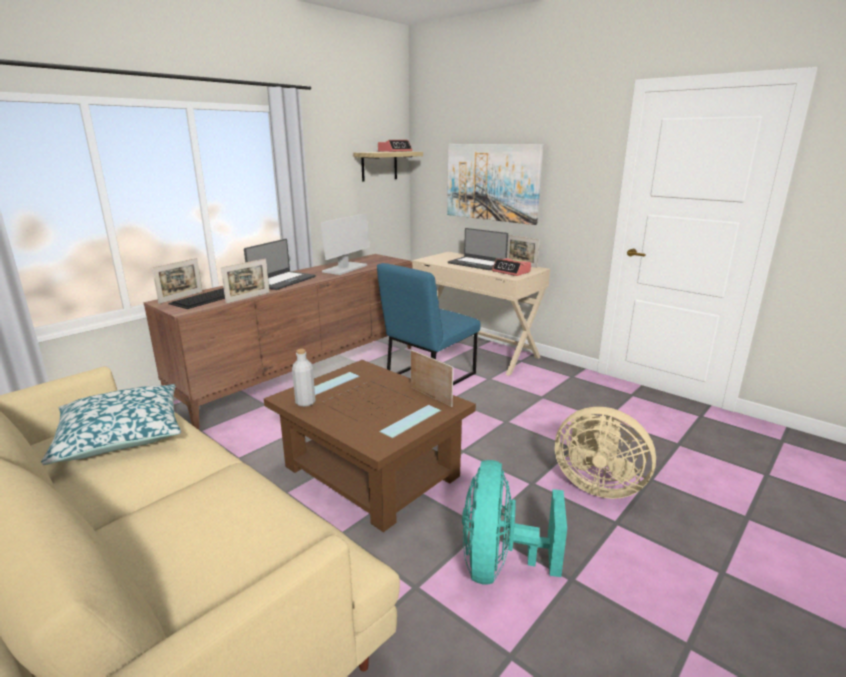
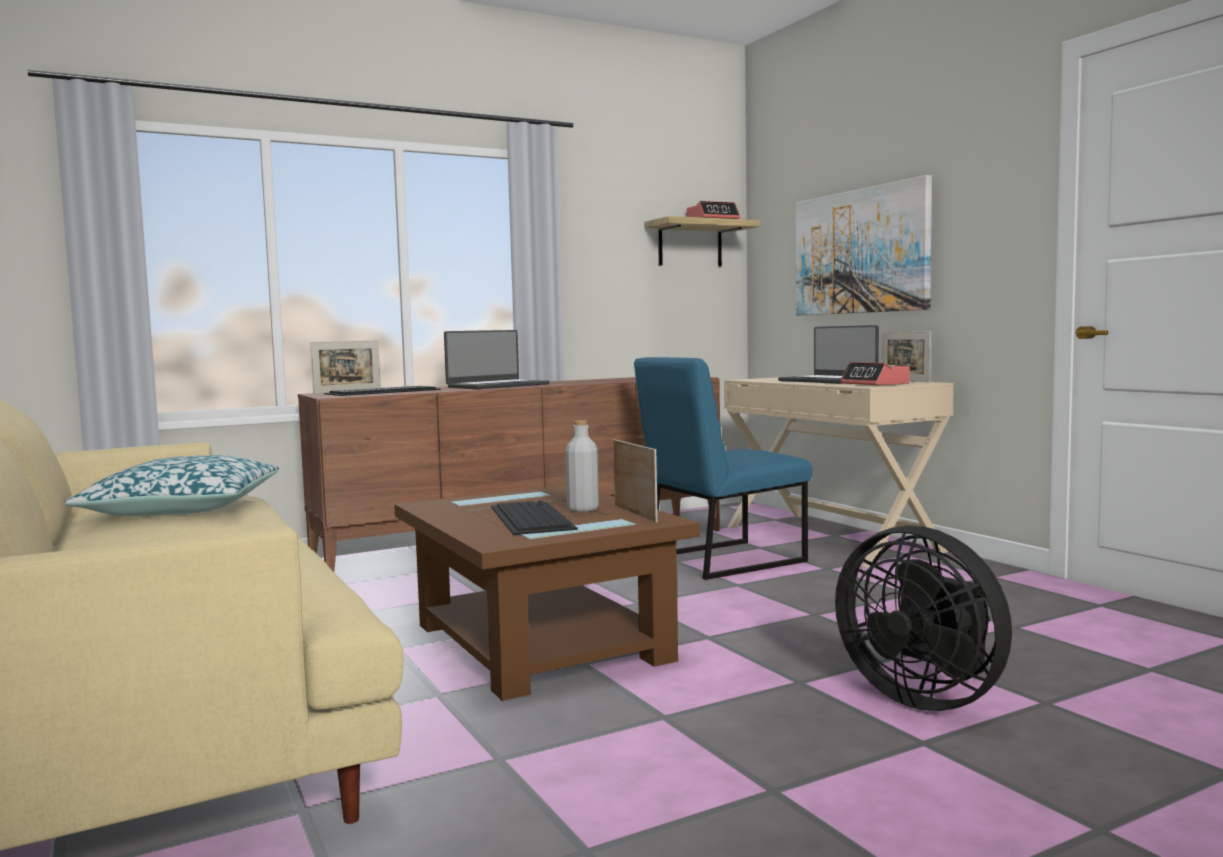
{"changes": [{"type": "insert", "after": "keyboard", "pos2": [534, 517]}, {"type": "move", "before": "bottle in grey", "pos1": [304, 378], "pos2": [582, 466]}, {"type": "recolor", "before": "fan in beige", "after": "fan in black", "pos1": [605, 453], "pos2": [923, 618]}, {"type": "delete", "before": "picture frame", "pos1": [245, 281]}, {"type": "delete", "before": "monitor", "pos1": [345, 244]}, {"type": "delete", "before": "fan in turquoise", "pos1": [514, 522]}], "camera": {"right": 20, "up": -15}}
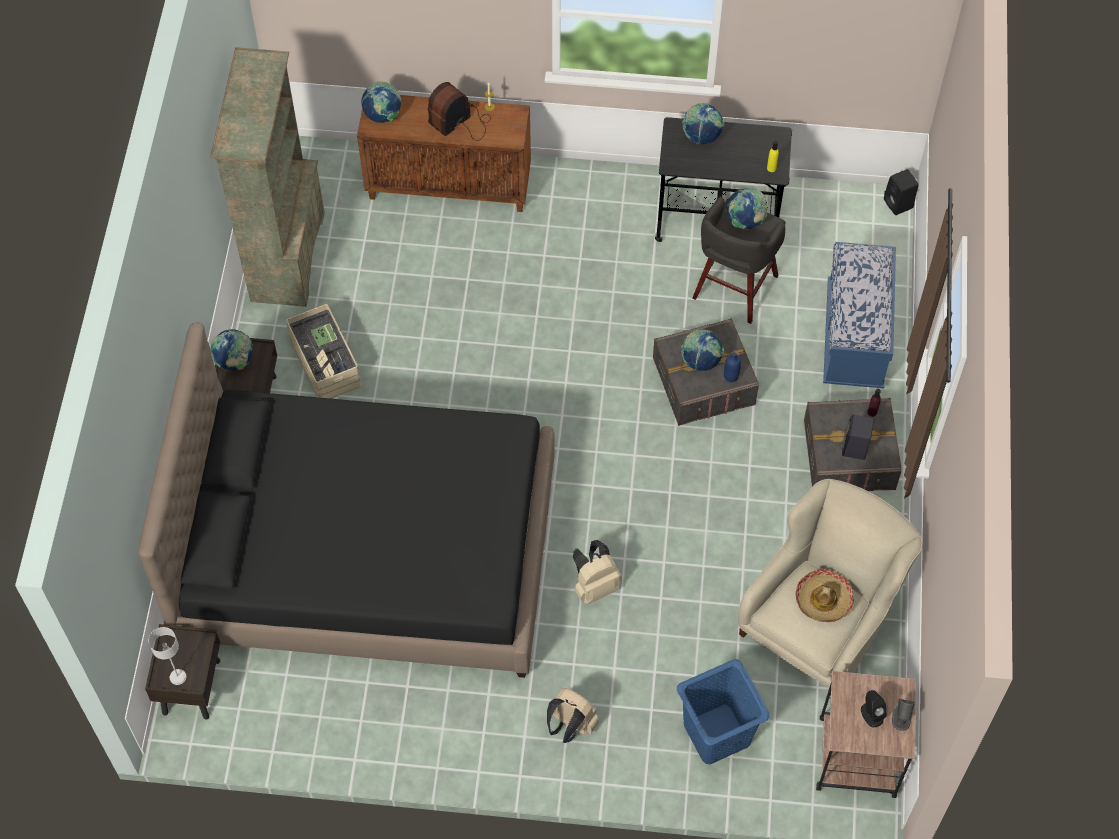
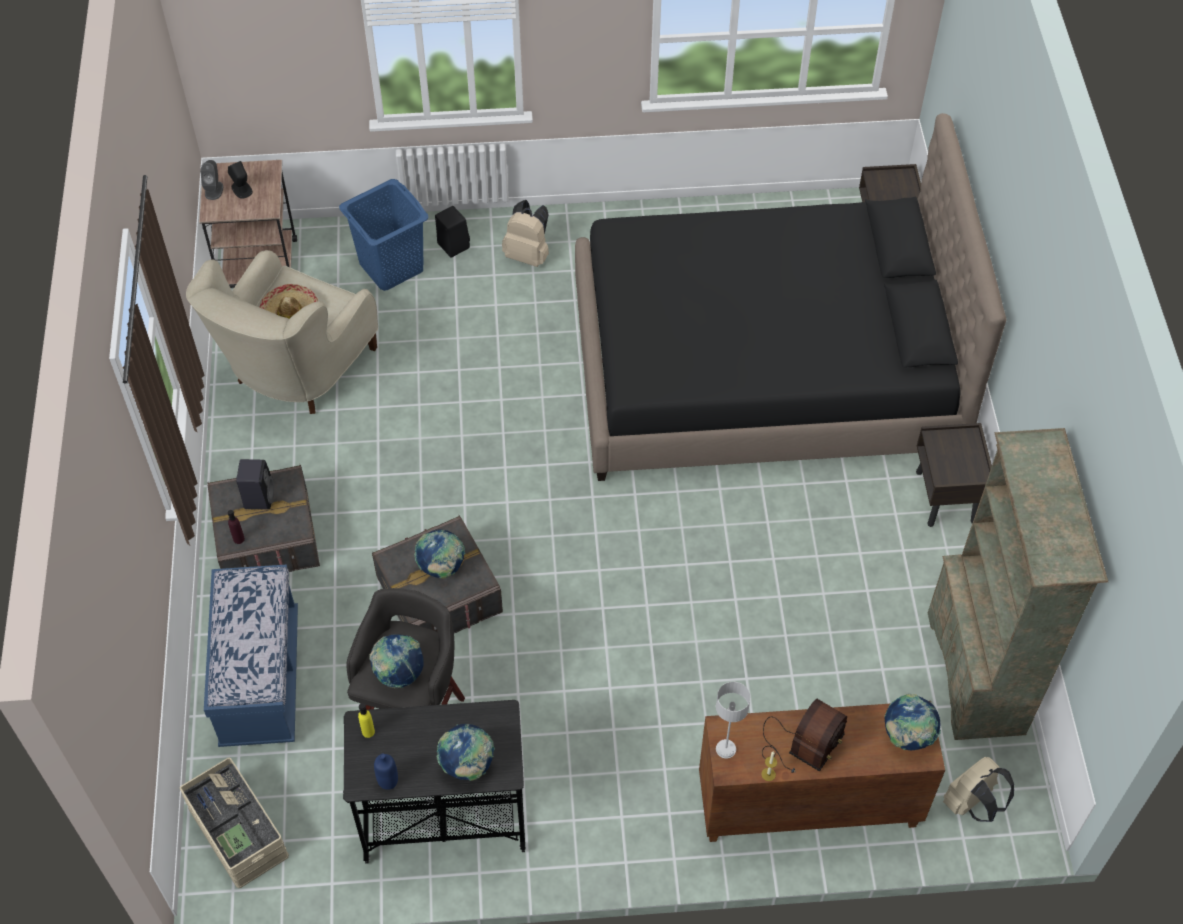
{"changes": [{"type": "move", "before": "storage box in beige", "pos1": [323, 351], "pos2": [234, 823]}, {"type": "move", "before": "bottle in blue", "pos1": [732, 367], "pos2": [386, 771]}, {"type": "move", "before": "speaker in black", "pos1": [901, 192], "pos2": [452, 231]}, {"type": "move", "before": "table lamp in grey", "pos1": [167, 656], "pos2": [733, 720]}, {"type": "move", "before": "backpack in beige", "pos1": [597, 572], "pos2": [978, 789]}, {"type": "delete", "before": "globe", "pos1": [231, 349]}], "camera": {"right": 170, "up": -5}}
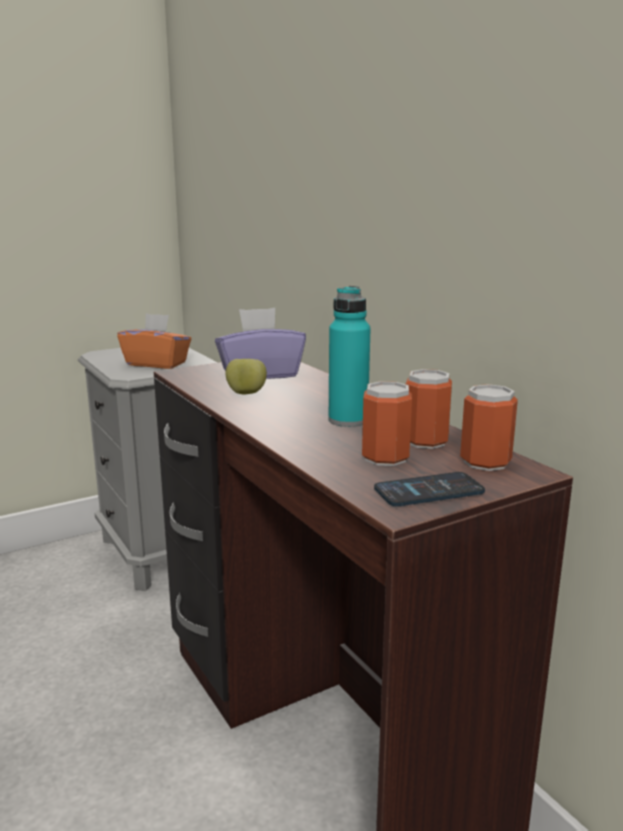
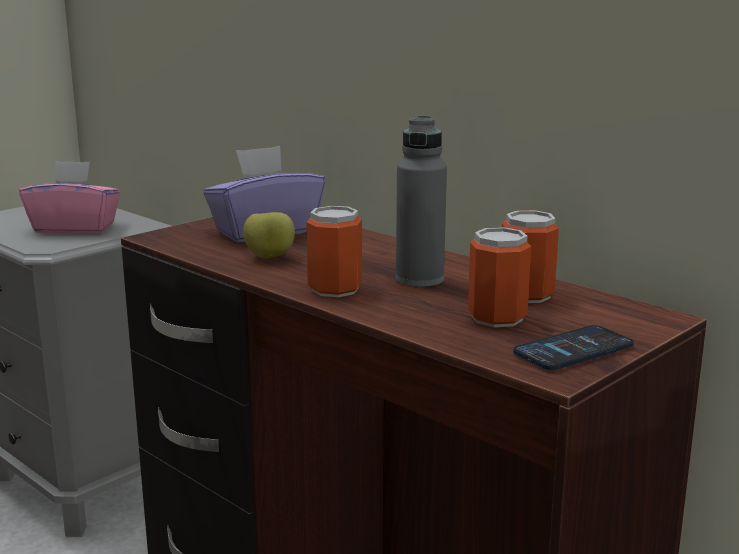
{"changes": [{"type": "recolor", "before": "tissue box in orange", "after": "tissue box in pink", "pos1": [154, 341], "pos2": [70, 197]}, {"type": "move", "before": "can", "pos1": [489, 427], "pos2": [334, 251]}, {"type": "recolor", "before": "bottle in turquoise", "after": "bottle in grey", "pos1": [349, 356], "pos2": [421, 201]}], "camera": {"right": -15, "up": 0}}
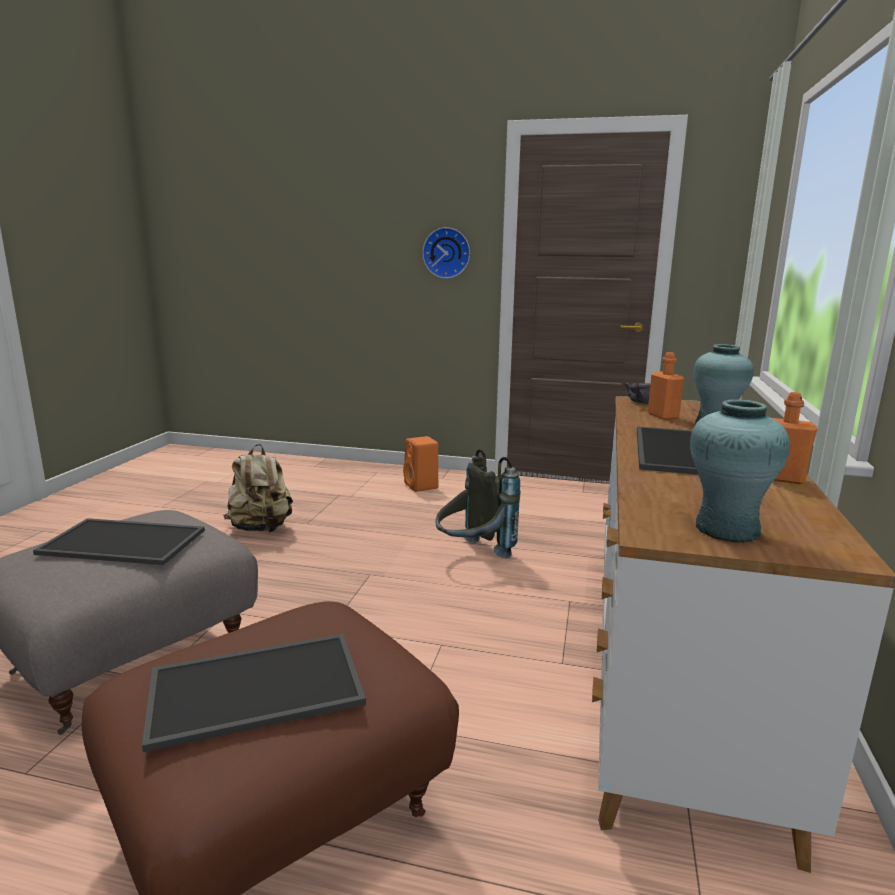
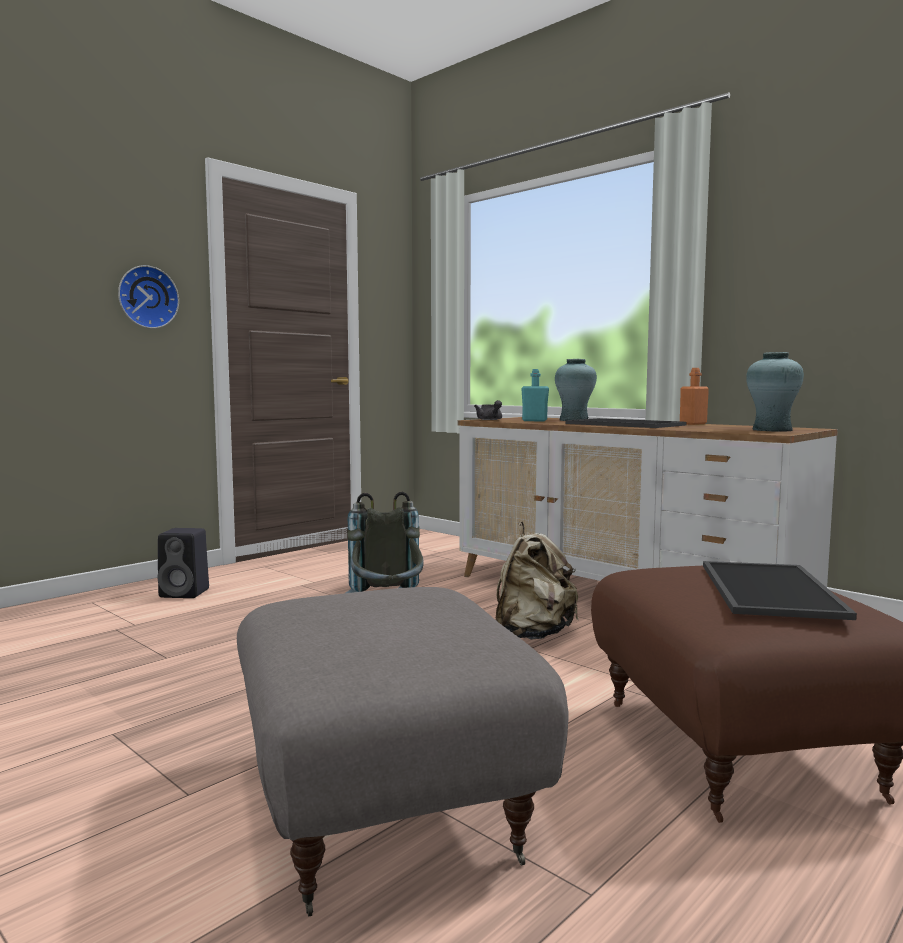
{"changes": [{"type": "recolor", "before": "speaker in orange", "after": "speaker in black", "pos1": [420, 464], "pos2": [183, 563]}, {"type": "move", "before": "backpack in beige", "pos1": [258, 488], "pos2": [537, 580]}, {"type": "recolor", "before": "bottle in orange", "after": "bottle in turquoise", "pos1": [666, 386], "pos2": [535, 395]}, {"type": "delete", "before": "tray", "pos1": [119, 541]}], "camera": {"right": -60, "up": -10}}
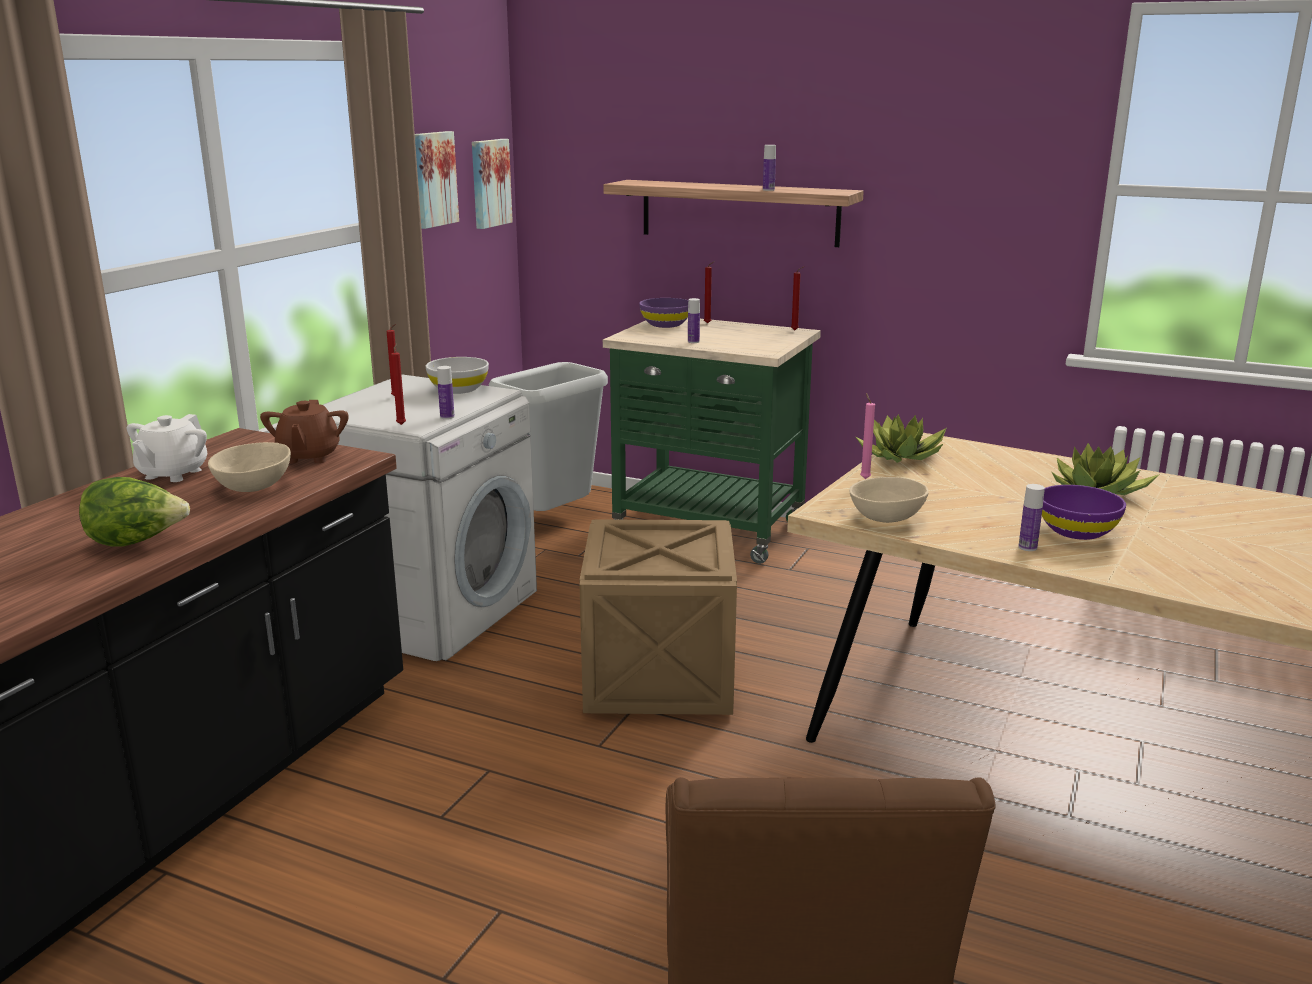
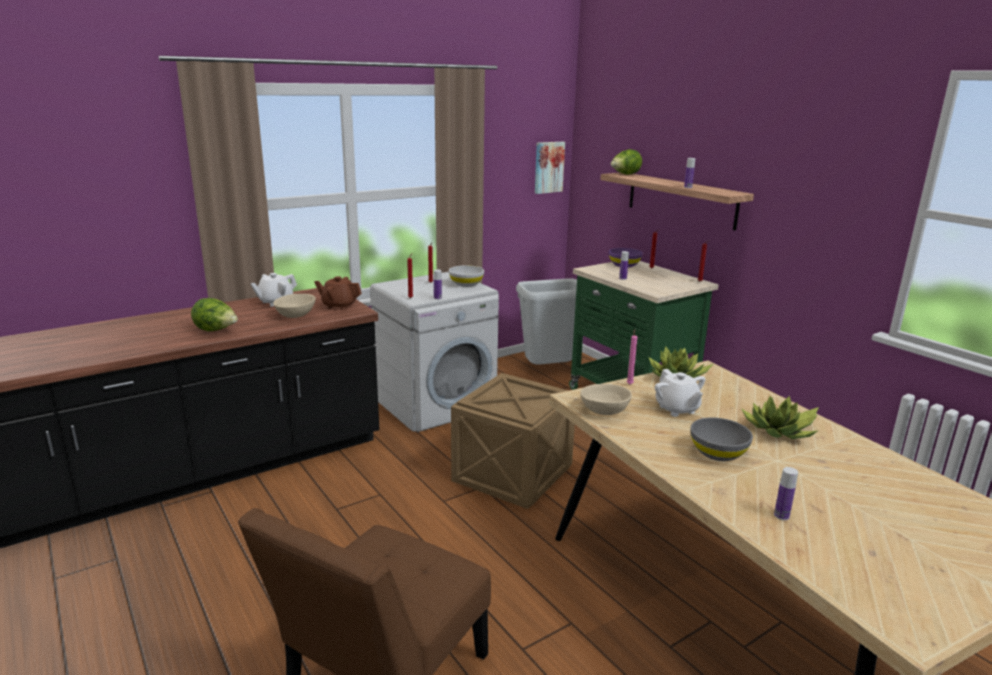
{"changes": [{"type": "rotate", "before": "teapot in brown", "pos1": [304, 432], "pos2": [338, 293], "turn": 75}, {"type": "insert", "after": "lettuce", "pos2": [626, 162]}, {"type": "insert", "after": "teapot in white", "pos2": [680, 393]}, {"type": "recolor", "before": "bowl in purple", "after": "bowl in grey", "pos1": [1084, 512], "pos2": [722, 439]}, {"type": "move", "before": "bottle", "pos1": [1031, 517], "pos2": [786, 493]}, {"type": "delete", "before": "picture", "pos1": [437, 180]}], "camera": {"right": 30, "up": 0}}
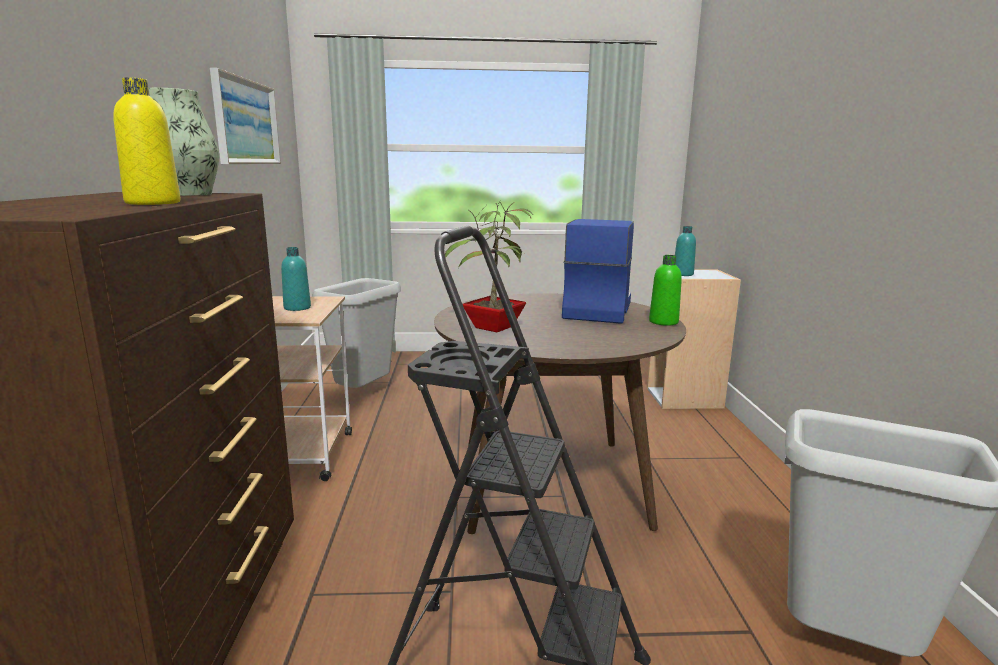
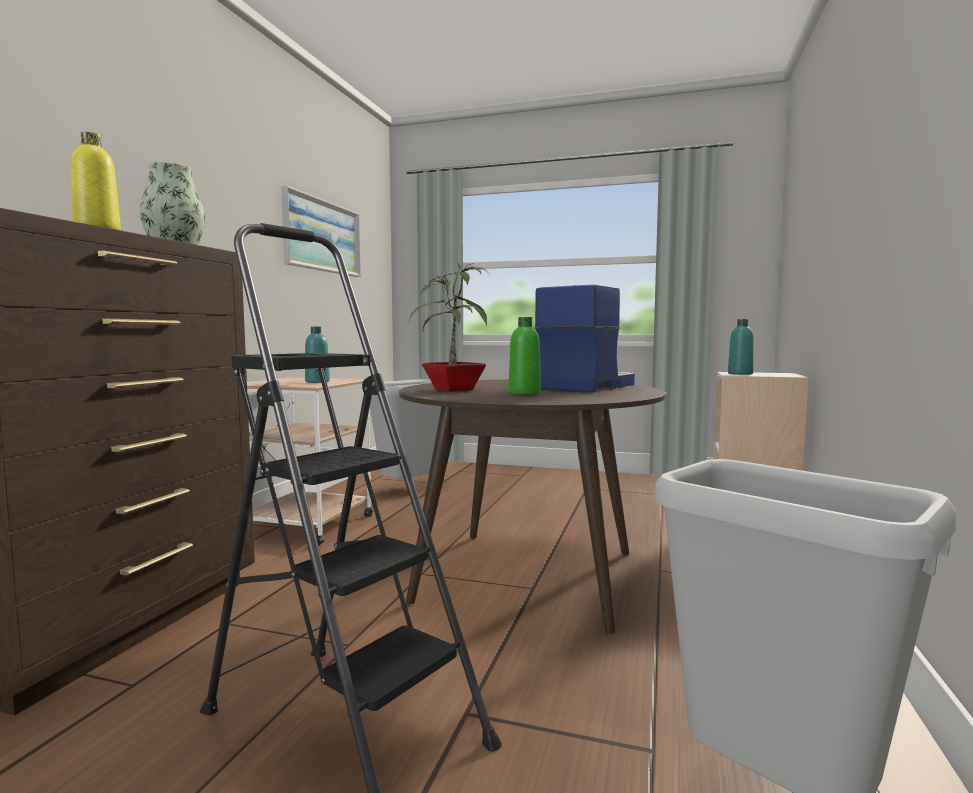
{"changes": [{"type": "move", "before": "bottle in green", "pos1": [665, 290], "pos2": [525, 355]}], "camera": {"right": 20, "up": -10}}
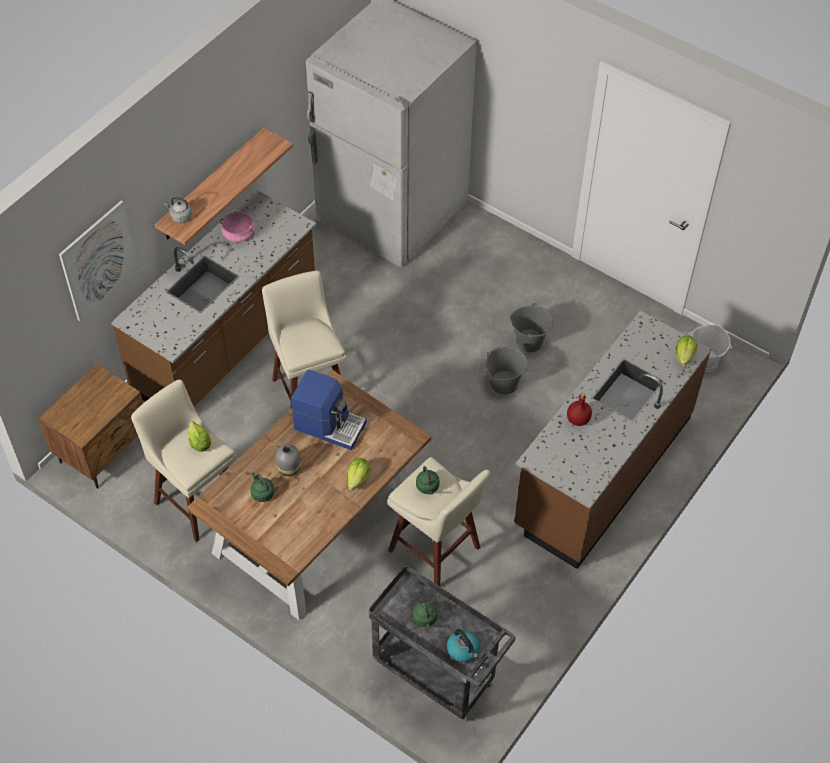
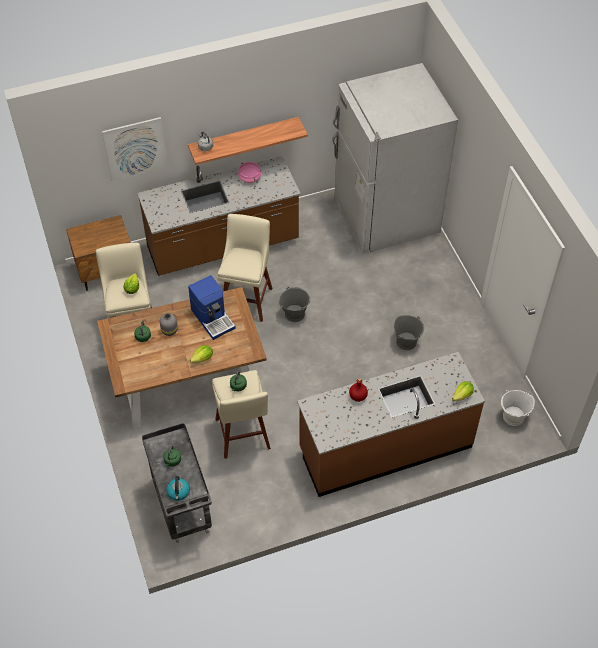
{"changes": [{"type": "move", "before": "bucket in grey", "pos1": [507, 370], "pos2": [294, 304]}], "camera": {"right": 35, "up": 0}}
